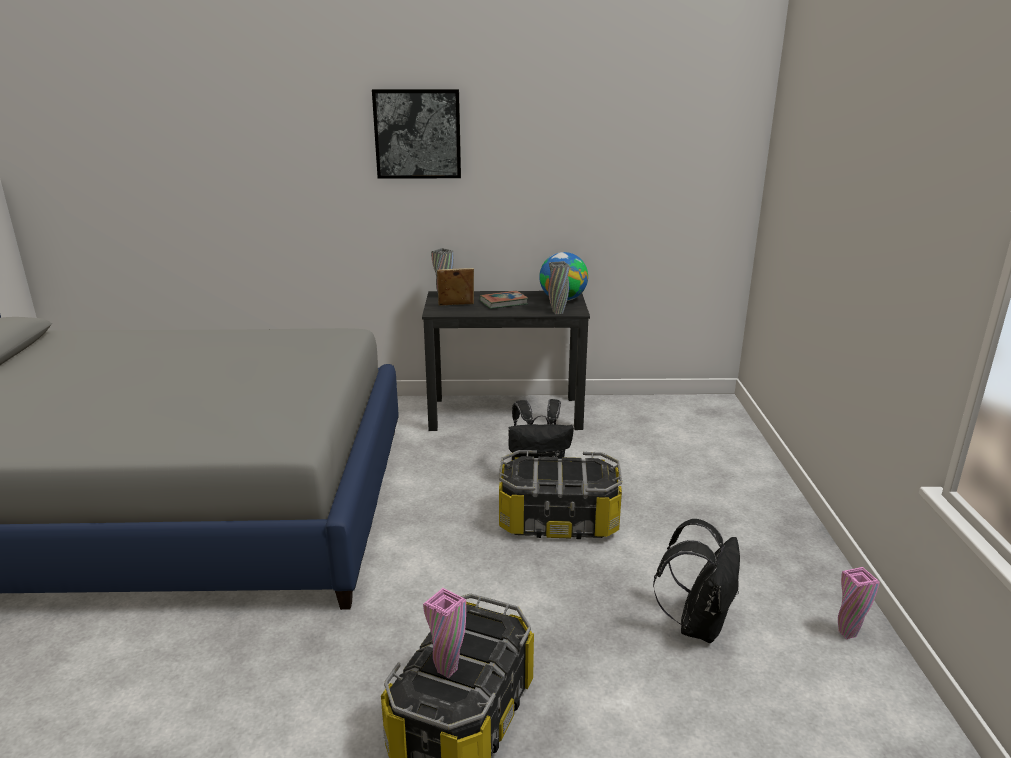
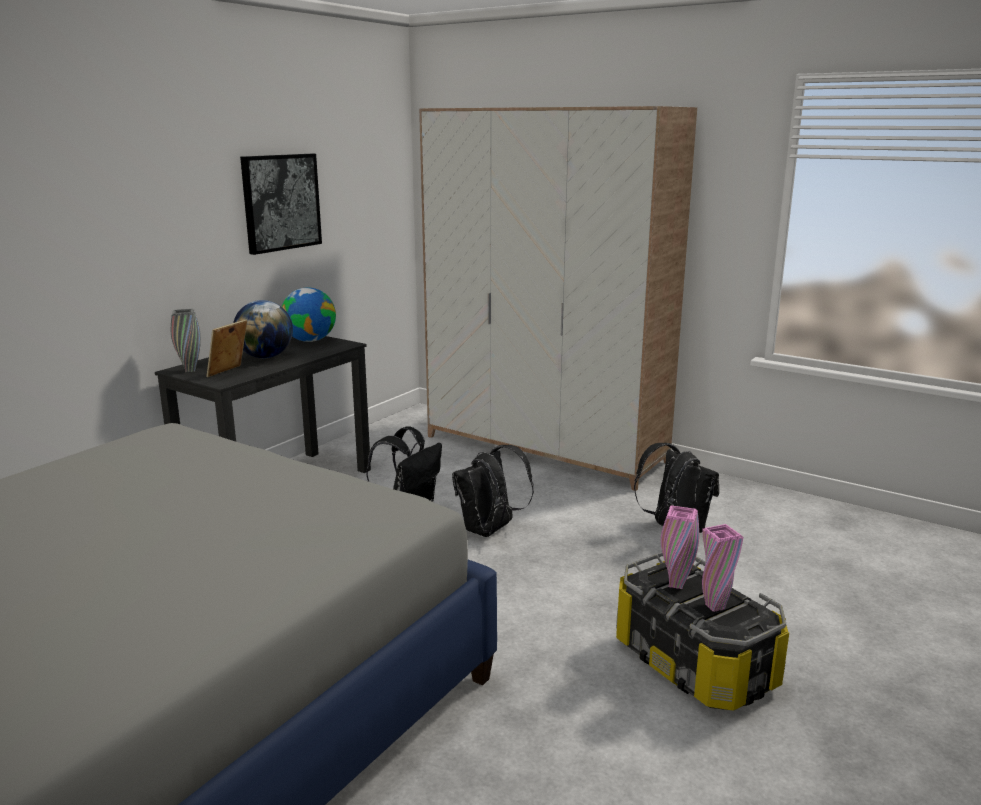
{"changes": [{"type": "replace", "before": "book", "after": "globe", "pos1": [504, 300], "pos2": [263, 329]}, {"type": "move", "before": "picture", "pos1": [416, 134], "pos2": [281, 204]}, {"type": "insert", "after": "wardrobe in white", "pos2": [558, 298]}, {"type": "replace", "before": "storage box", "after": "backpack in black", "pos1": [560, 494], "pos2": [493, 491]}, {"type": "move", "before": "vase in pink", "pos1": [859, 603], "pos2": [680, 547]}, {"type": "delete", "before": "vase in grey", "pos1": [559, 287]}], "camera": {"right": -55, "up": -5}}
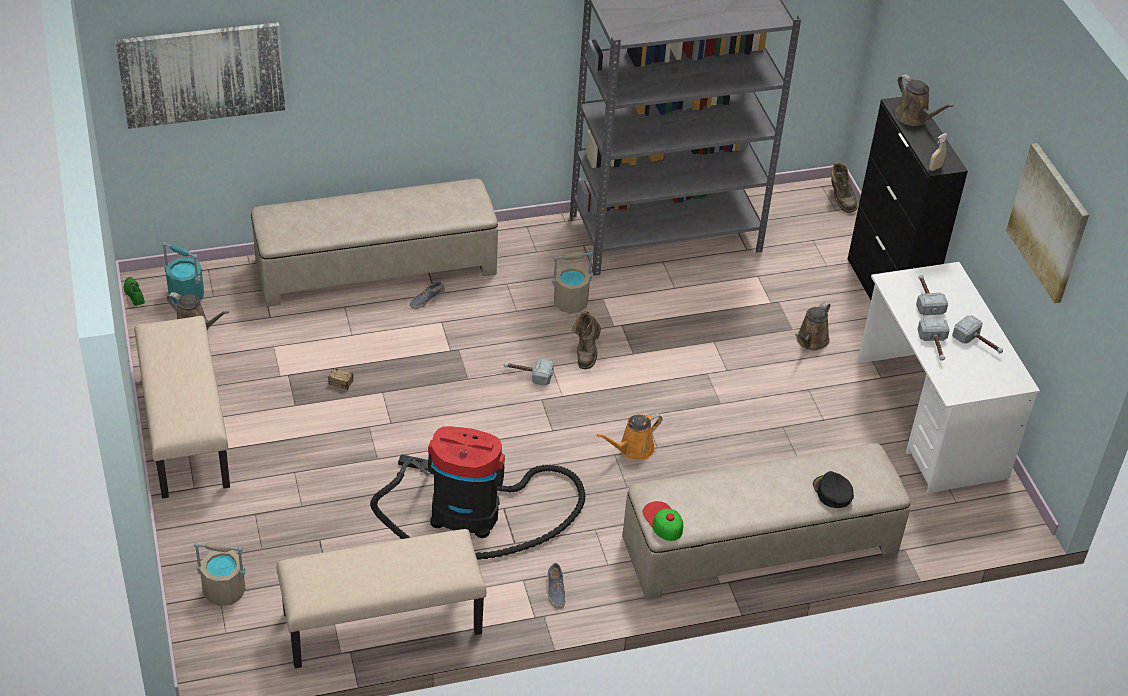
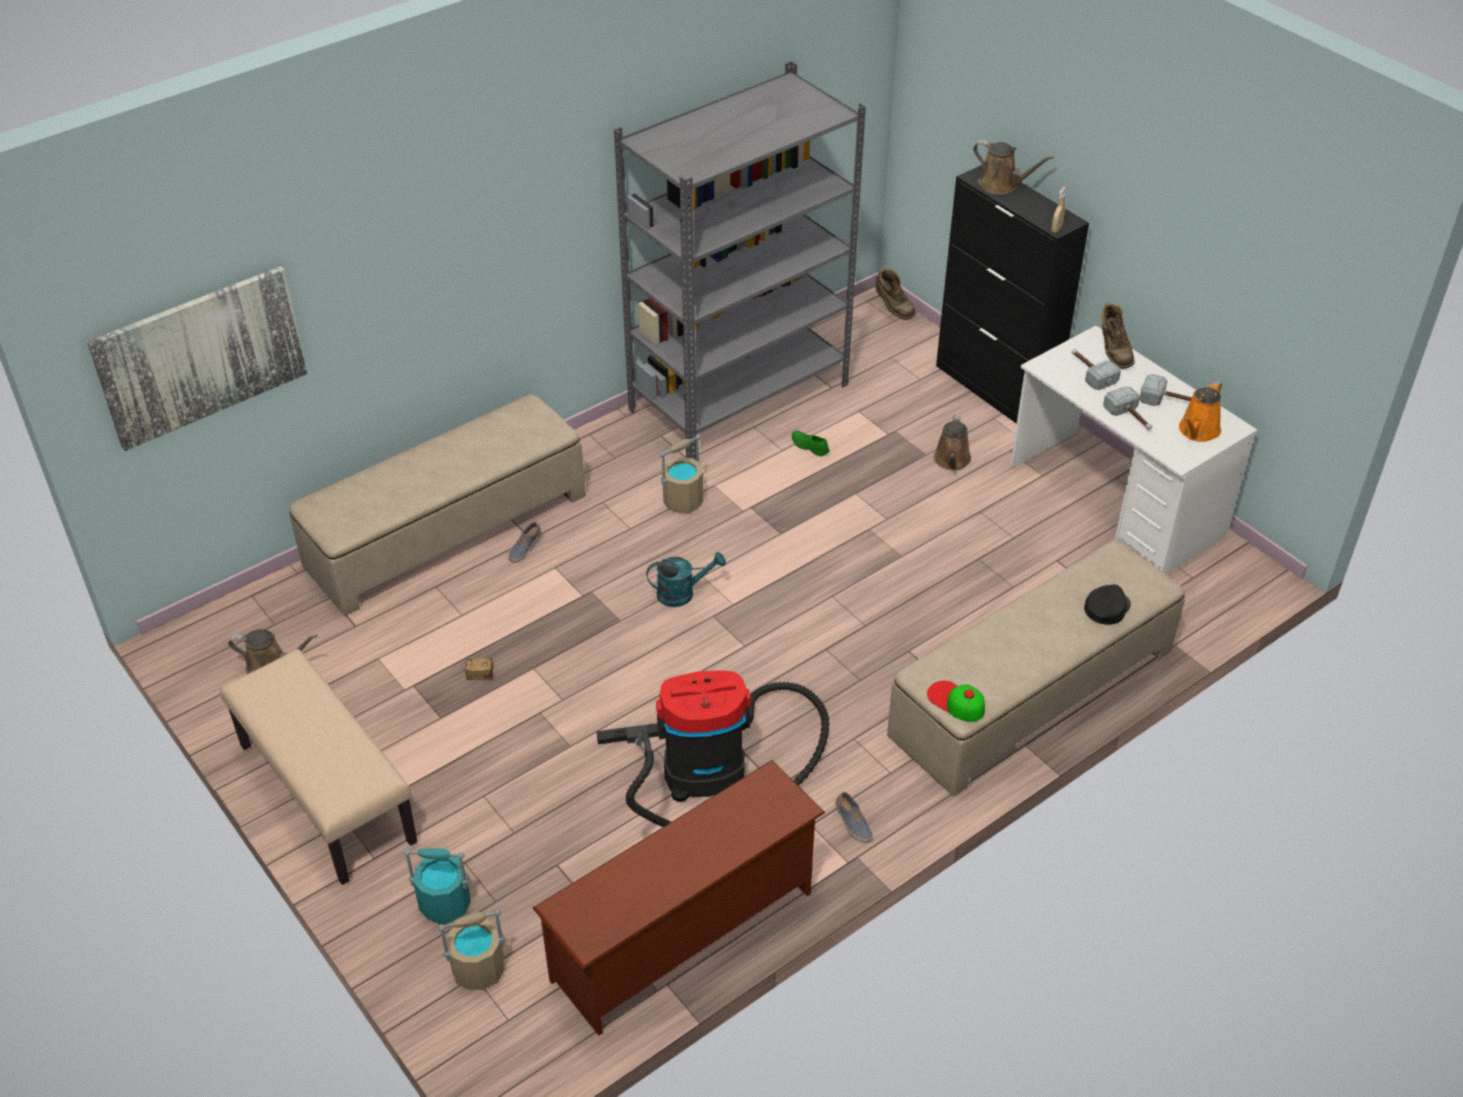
{"changes": [{"type": "move", "before": "bucket in turquoise", "pos1": [183, 273], "pos2": [437, 886]}, {"type": "replace", "before": "bench in beige", "after": "shoe rack in brown", "pos1": [381, 598], "pos2": [679, 897]}, {"type": "replace", "before": "hammer", "after": "watering can in turquoise", "pos1": [529, 372], "pos2": [686, 579]}, {"type": "move", "before": "shoe in green", "pos1": [134, 291], "pos2": [810, 443]}, {"type": "rotate", "before": "cap in black", "pos1": [833, 489], "pos2": [1107, 604], "turn": 90}, {"type": "move", "before": "boot in brown", "pos1": [586, 340], "pos2": [1118, 336]}, {"type": "move", "before": "watering can in orange", "pos1": [629, 436], "pos2": [1200, 411]}, {"type": "delete", "before": "picture", "pos1": [1047, 223]}], "camera": {"right": -20, "up": 0}}
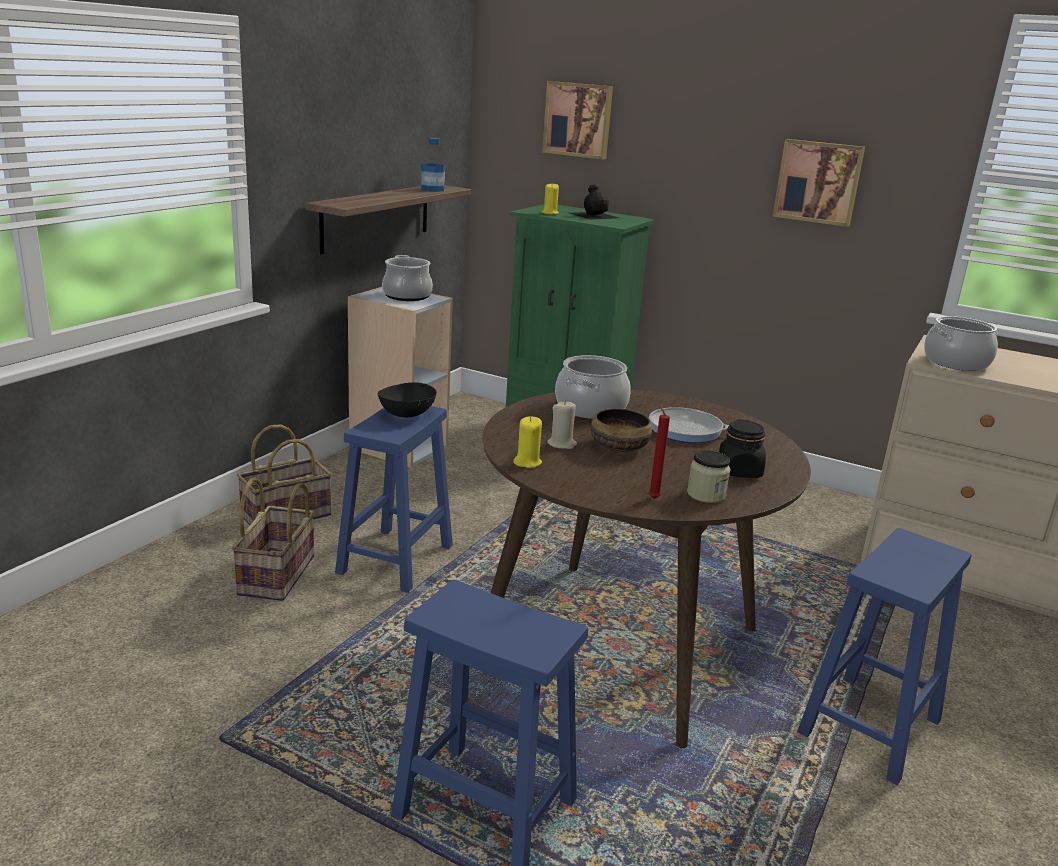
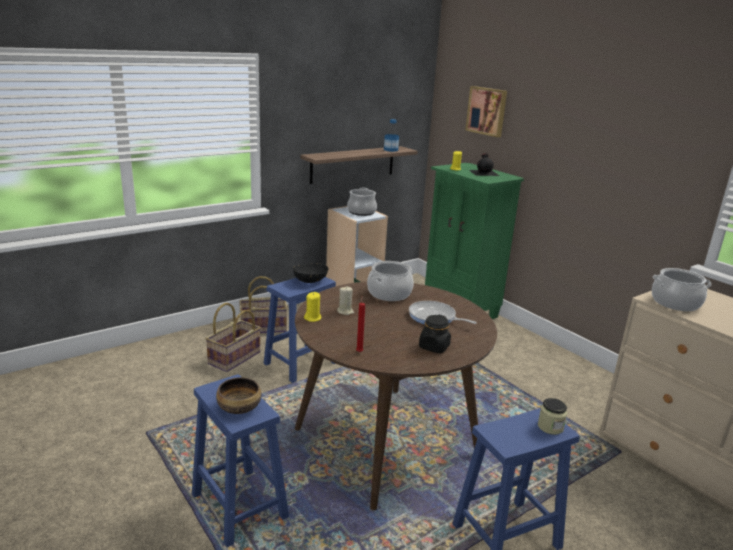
{"changes": [{"type": "move", "before": "bowl", "pos1": [621, 430], "pos2": [238, 395]}, {"type": "move", "before": "jar", "pos1": [709, 476], "pos2": [552, 416]}, {"type": "delete", "before": "picture", "pos1": [819, 183]}], "camera": {"right": 25, "up": 0}}
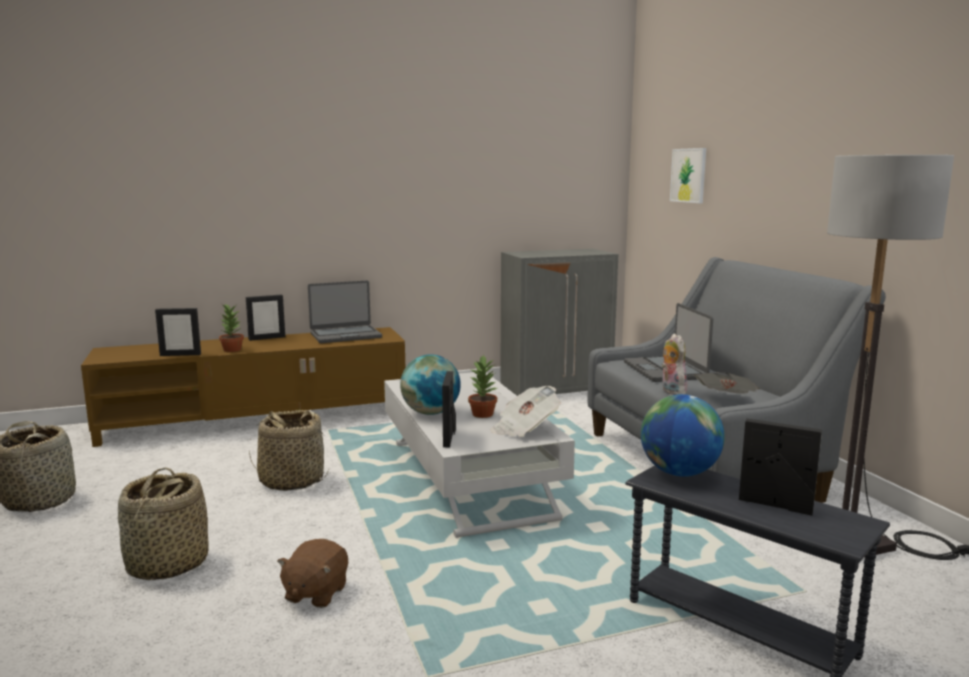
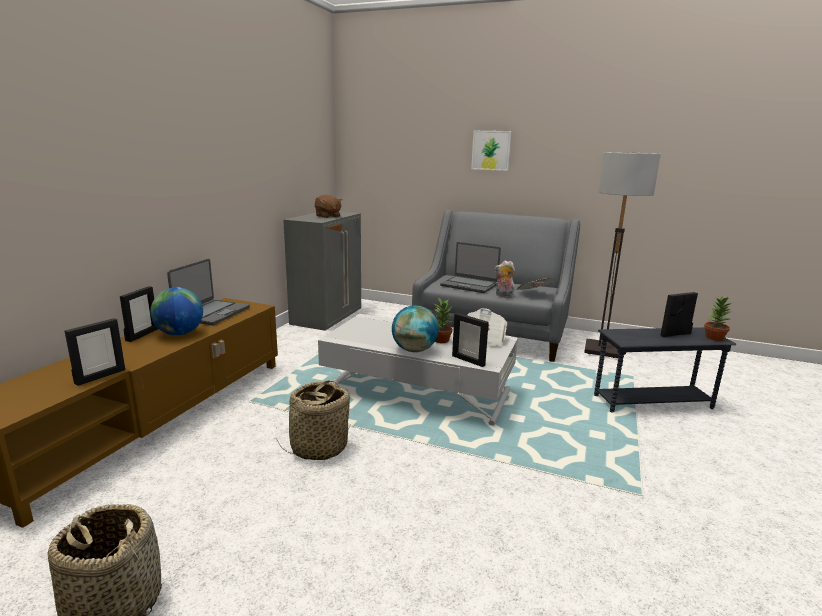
{"changes": [{"type": "move", "before": "globe", "pos1": [683, 435], "pos2": [176, 311]}, {"type": "move", "before": "plush toy in brown", "pos1": [312, 573], "pos2": [328, 206]}, {"type": "move", "before": "picture", "pos1": [688, 175], "pos2": [491, 151]}, {"type": "move", "before": "potted plant", "pos1": [231, 328], "pos2": [718, 318]}, {"type": "delete", "before": "basket", "pos1": [163, 523]}], "camera": {"right": -50, "up": 5}}
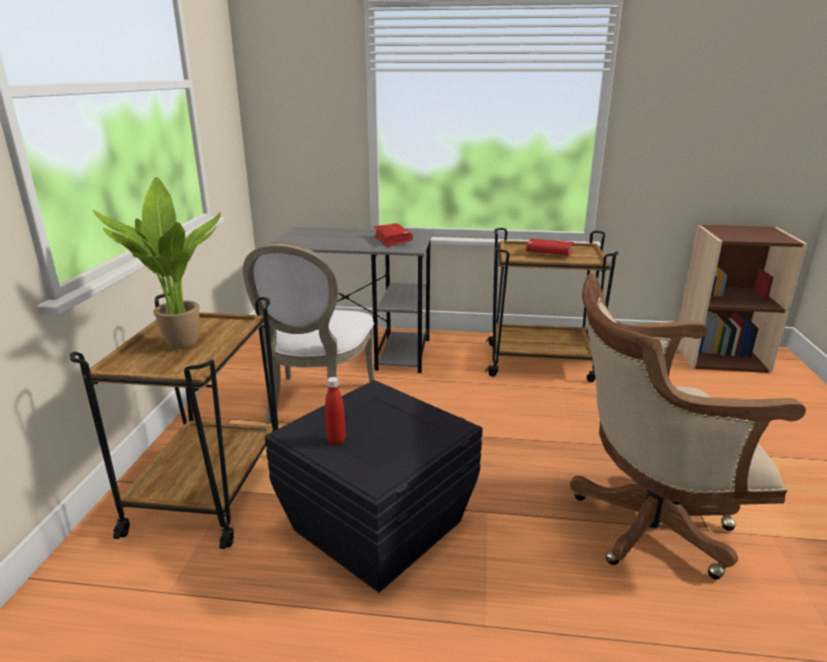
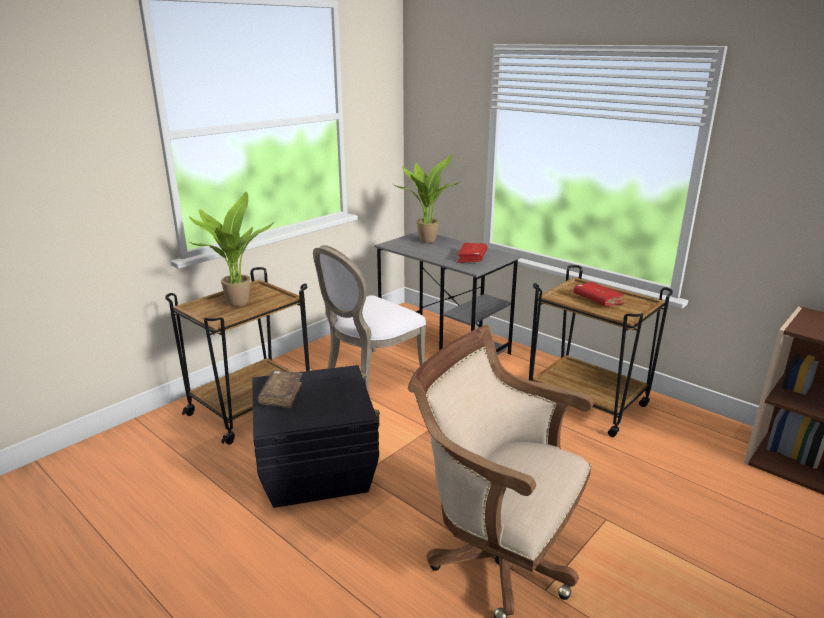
{"changes": [{"type": "replace", "before": "bottle in red", "after": "book in brown", "pos1": [335, 411], "pos2": [280, 389]}, {"type": "insert", "after": "potted plant", "pos2": [428, 198]}], "camera": {"right": 35, "up": 0}}
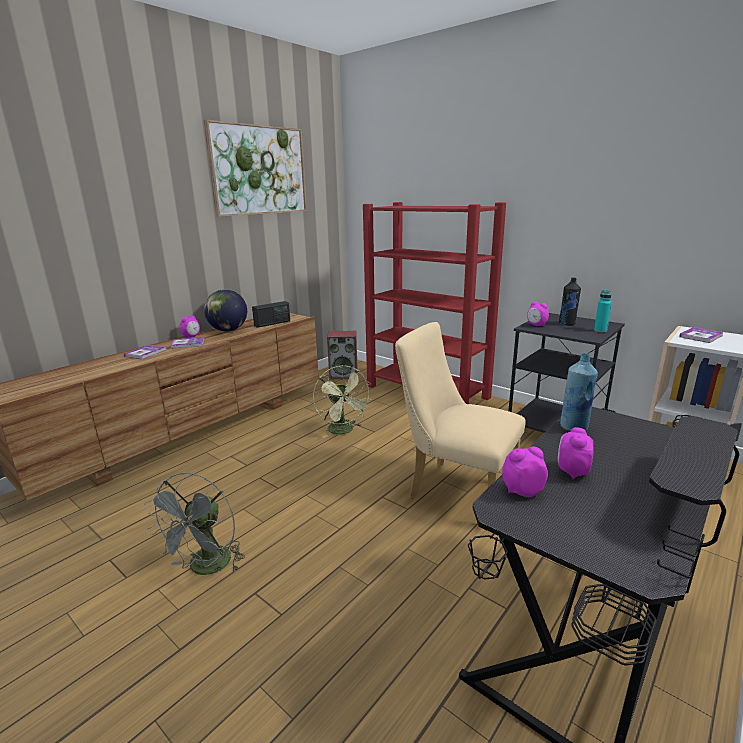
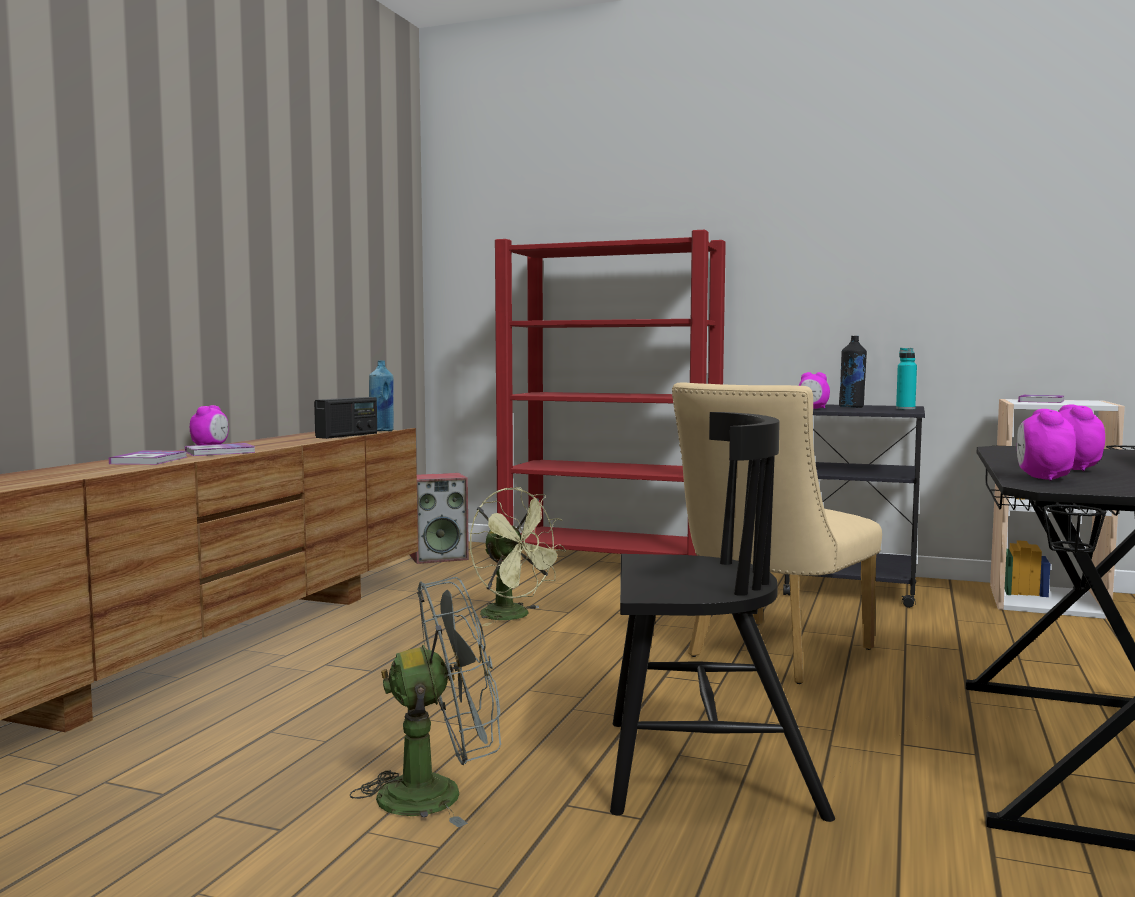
{"changes": [{"type": "rotate", "before": "fan in grey", "pos1": [194, 524], "pos2": [425, 702], "turn": -105}, {"type": "move", "before": "bottle in blue", "pos1": [579, 392], "pos2": [381, 396]}, {"type": "insert", "after": "chair in black", "pos2": [722, 617]}, {"type": "rotate", "before": "chair in beige", "pos1": [460, 410], "pos2": [777, 533], "turn": -60}, {"type": "rotate", "before": "alarm clock", "pos1": [525, 471], "pos2": [1046, 445], "turn": -45}, {"type": "delete", "before": "picture", "pos1": [255, 168]}, {"type": "delete", "before": "globe", "pos1": [225, 310]}], "camera": {"right": -20, "up": -15}}
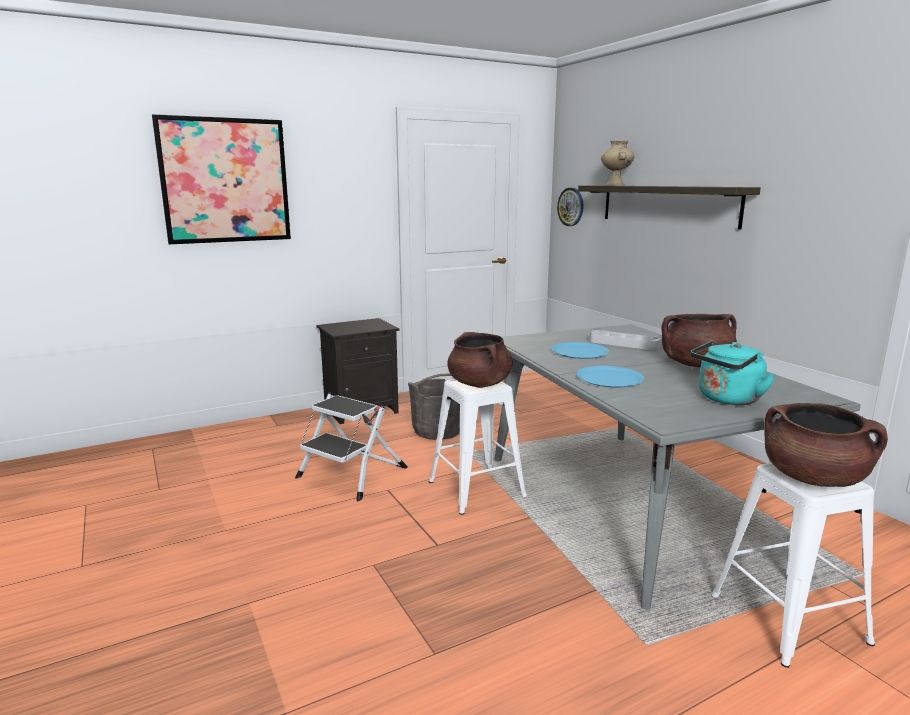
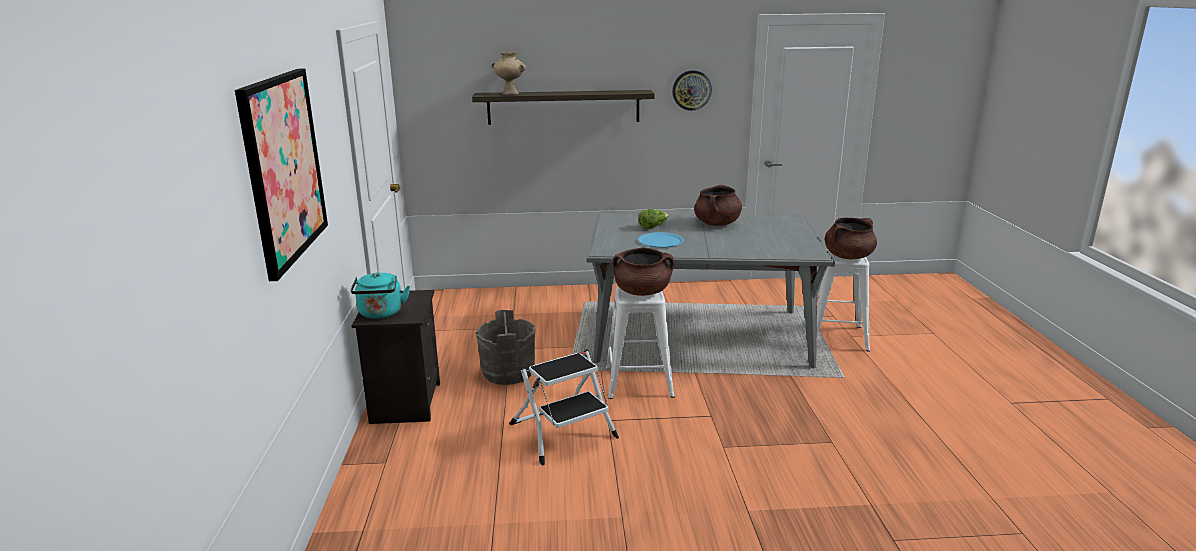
{"changes": [{"type": "move", "before": "kettle in turquoise", "pos1": [733, 372], "pos2": [380, 296]}, {"type": "replace", "before": "tray in grey", "after": "lettuce", "pos1": [625, 340], "pos2": [653, 219]}, {"type": "move", "before": "wall clock", "pos1": [570, 207], "pos2": [692, 90]}, {"type": "delete", "before": "plate in blue", "pos1": [610, 376]}], "camera": {"right": -65, "up": 5}}
